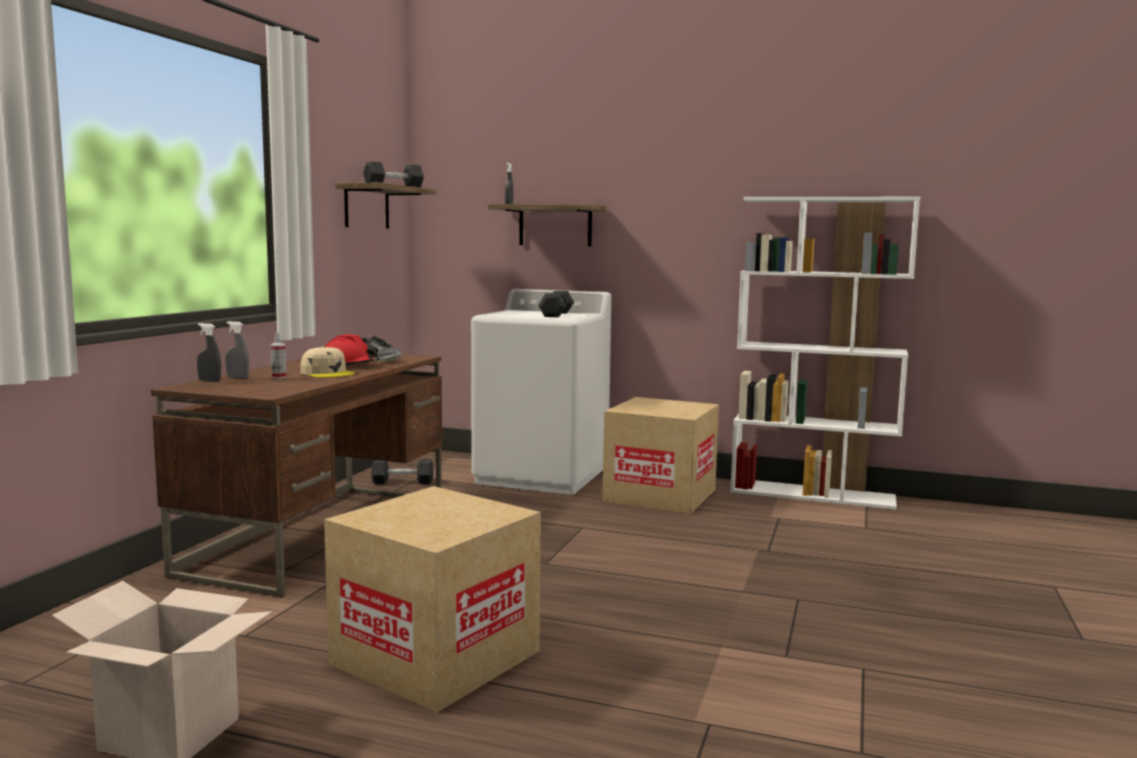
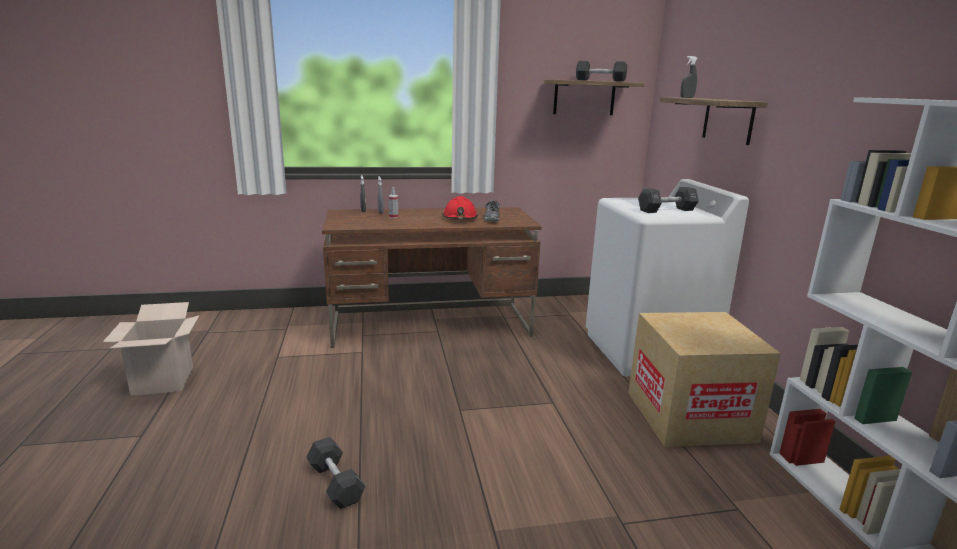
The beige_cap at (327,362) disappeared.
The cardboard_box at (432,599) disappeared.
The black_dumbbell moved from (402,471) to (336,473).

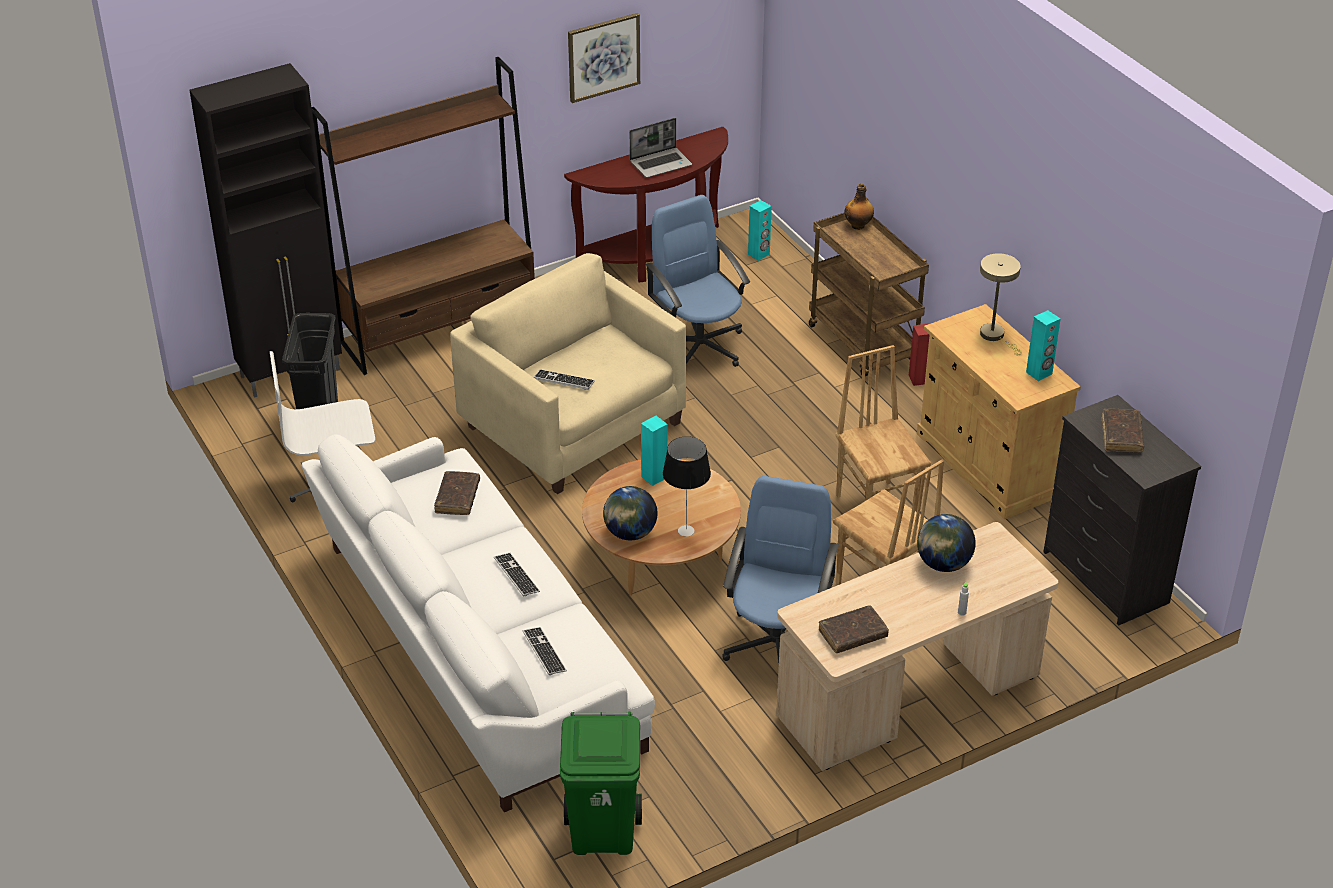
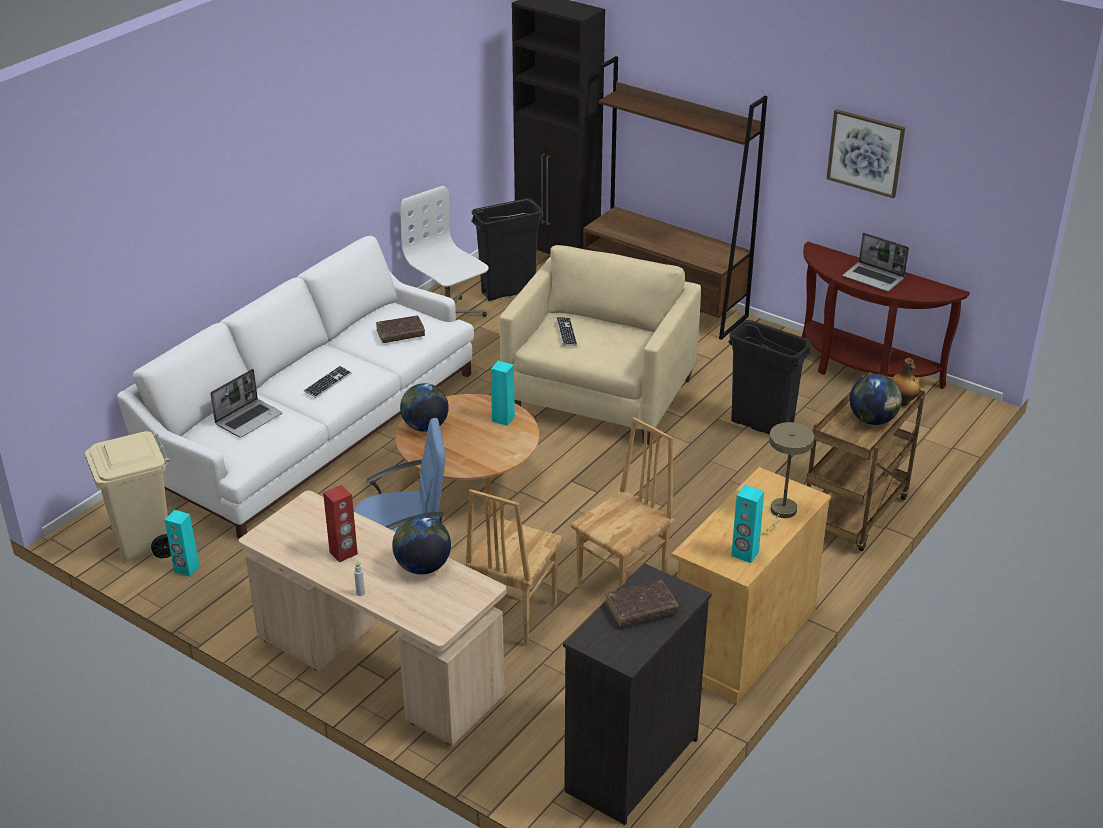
The table_lamp at (687,486) disappeared.
The brown_book at (854,629) disappeared.
The globe at (876,399) appeared.
The turquoise_speaker moved from (760,230) to (182,543).
The red_speaker moved from (919,354) to (340,523).
The keyboard at (545,651) was replaced by the laptop at (246,403).
The blue_office_chair at (698,281) was replaced by the black_trash_can at (769,377).
The green_trash_can at (601,783) became the beige_trash_can at (128,496).

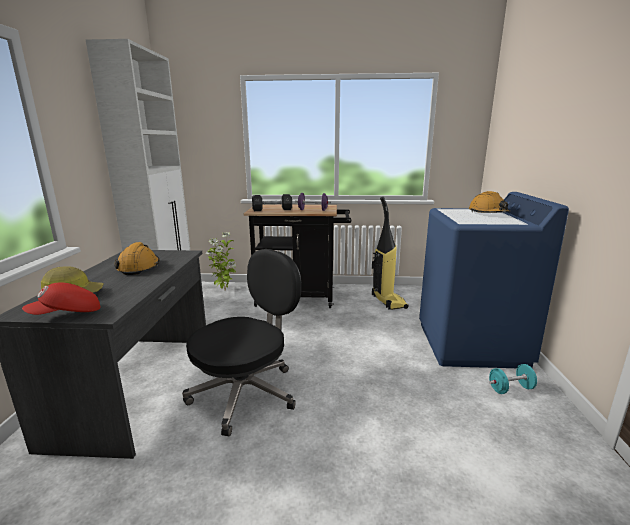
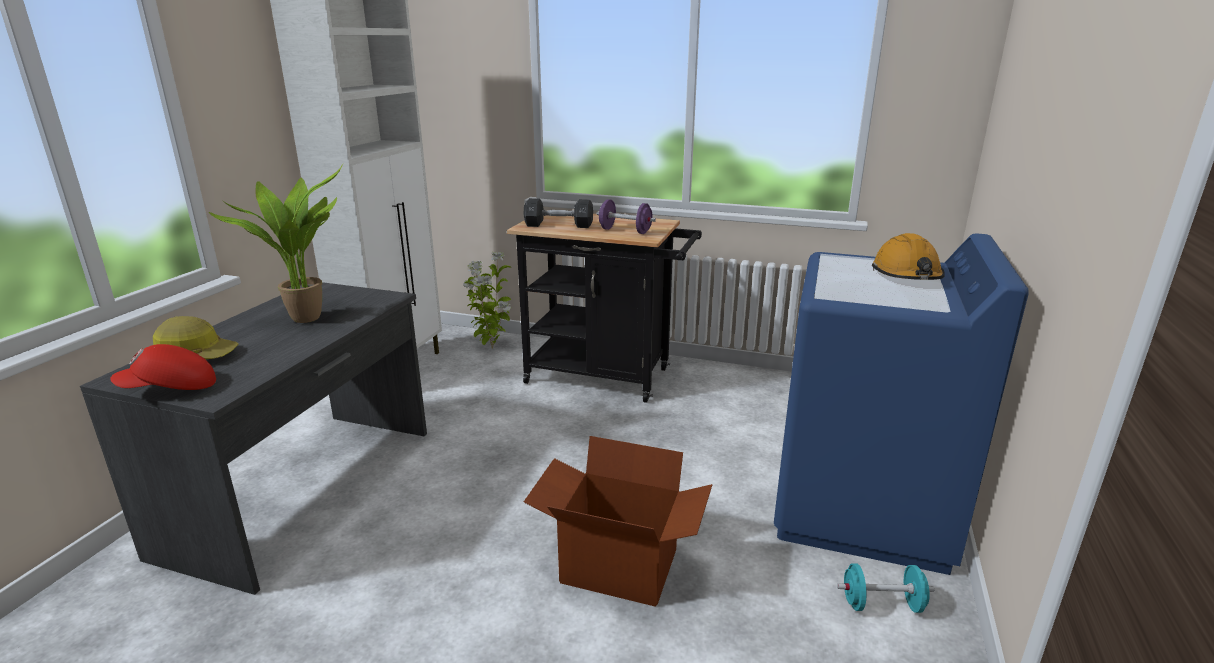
The black_office_chair at (241,342) disappeared.
The vacuum_cleaner at (390,253) disappeared.
The cardboard_box at (618,521) appeared.
The orange_hard_hat at (137,258) was replaced by the potted_plant at (276,243).

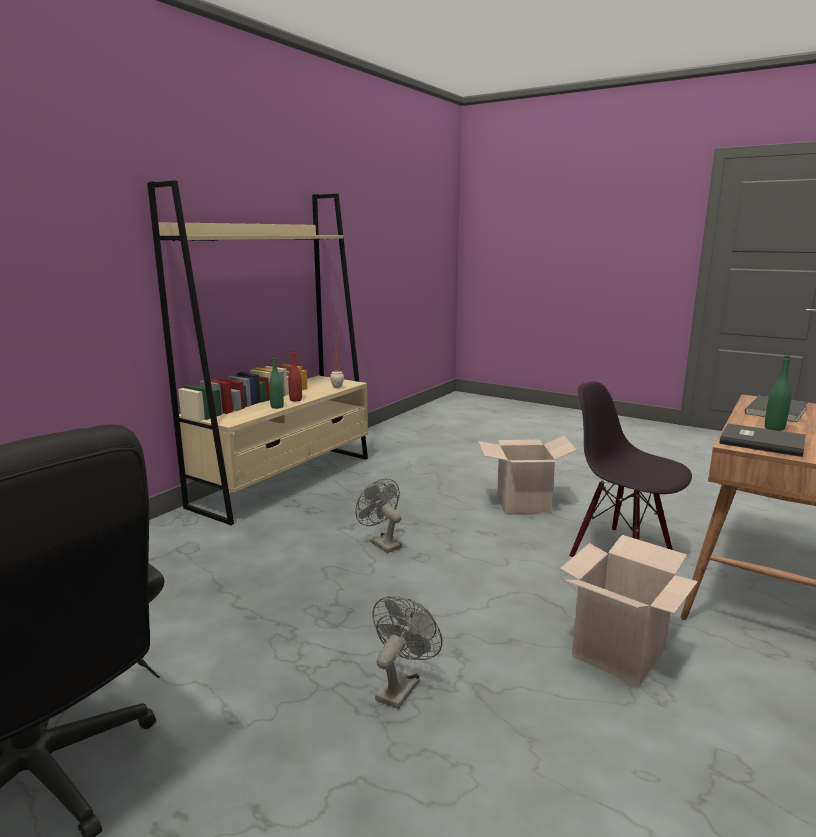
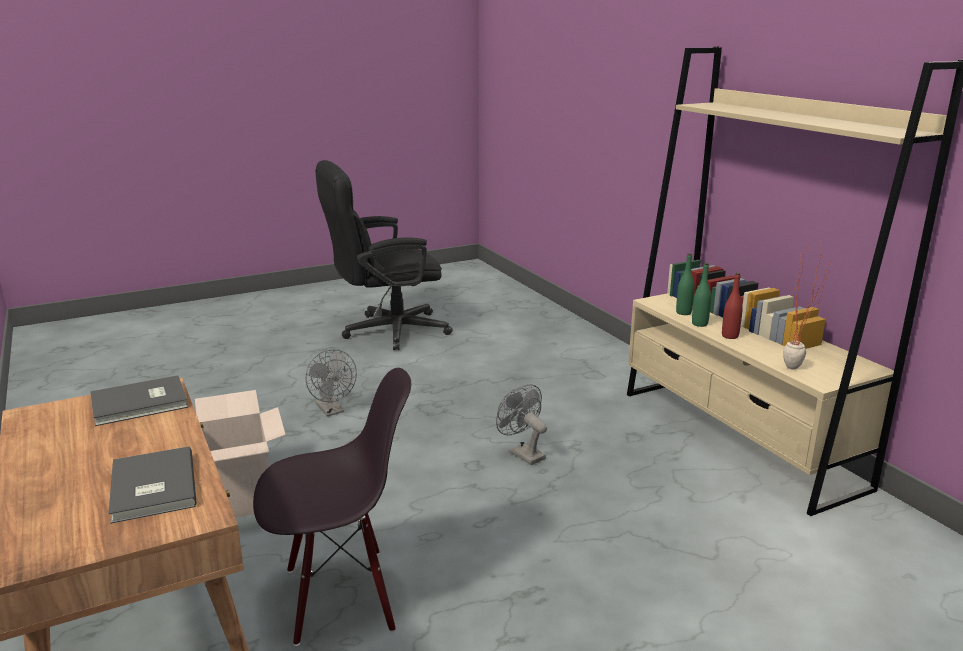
The cardboard_box at (527,475) disappeared.
The green_bottle moved from (778,393) to (685,284).
The grey_fan at (378,515) turned 120 degrees counterclockwise.

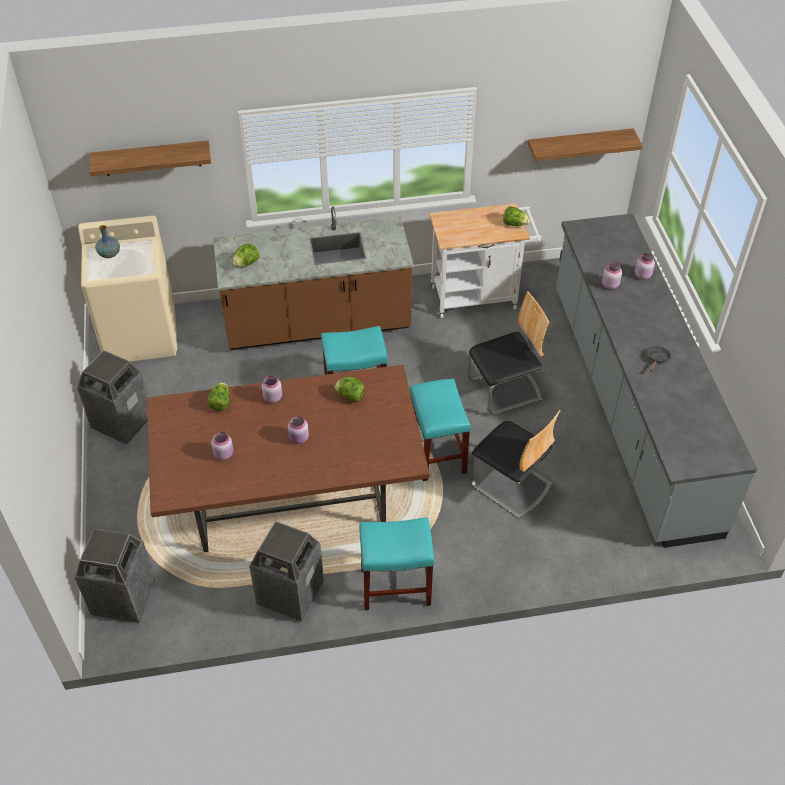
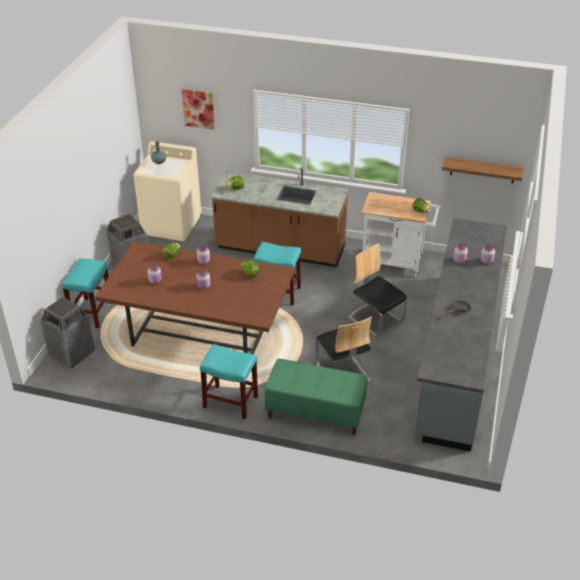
The trash_can at (286,571) disappeared.
The green_bench at (316,397) appeared.
The turquoise_stool moved from (440,430) to (86,293).
The shelf at (150,158) was replaced by the picture at (198,109).
The chair at (508,353) turned 135 degrees counterclockwise.

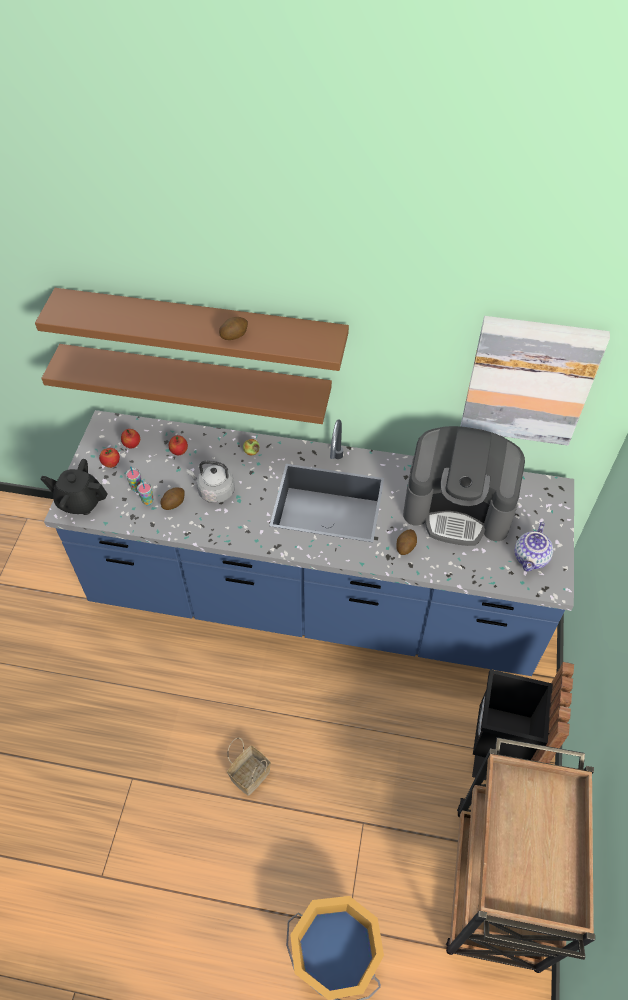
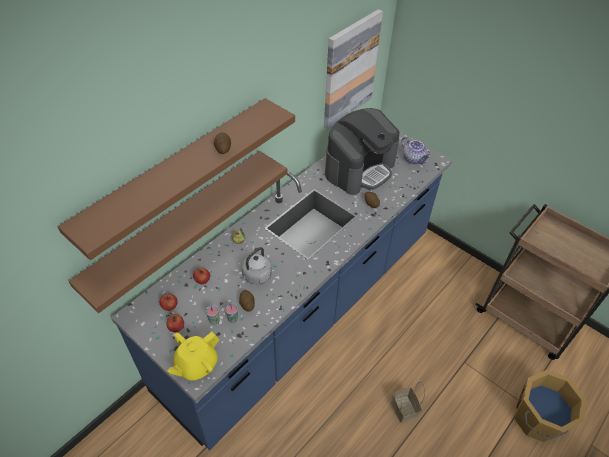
The black_trash_can at (523,721) disappeared.
The black_teapot at (74,487) became the yellow_teapot at (193,356).

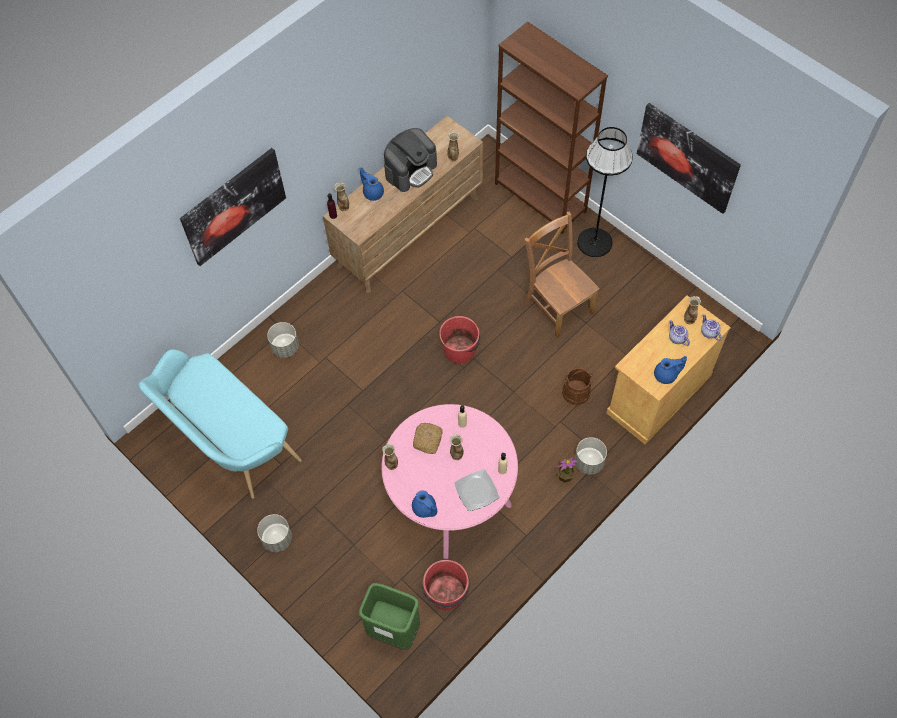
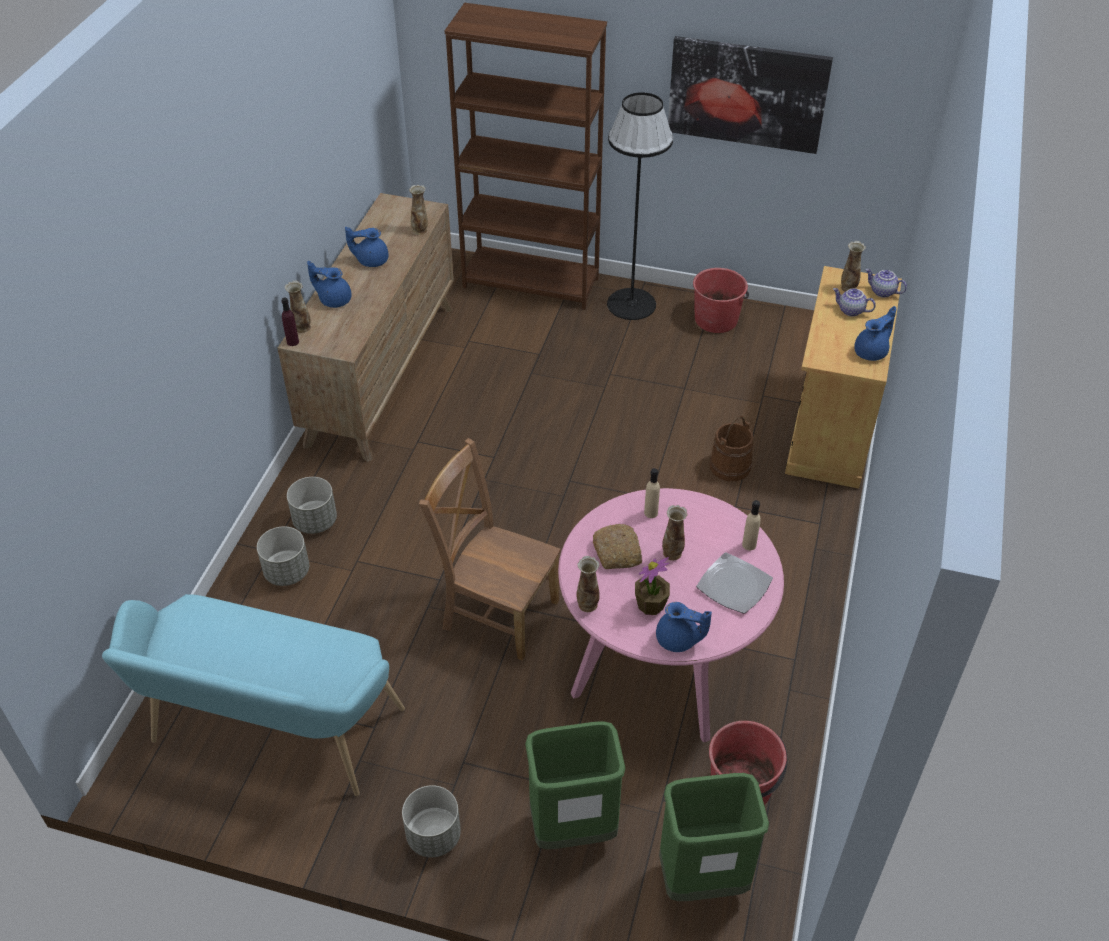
The picture at (233,207) disappeared.
The green_trash_can at (575,785) appeared.
The red_bucket moved from (459,339) to (721,300).
The brown_chair moved from (562,274) to (490,549).
The potted_plant moved from (567,470) to (652,586).
The grey_planter moved from (591,456) to (312,505).
The coffee_machine at (410,160) was replaced by the blue_teapot at (367,247).

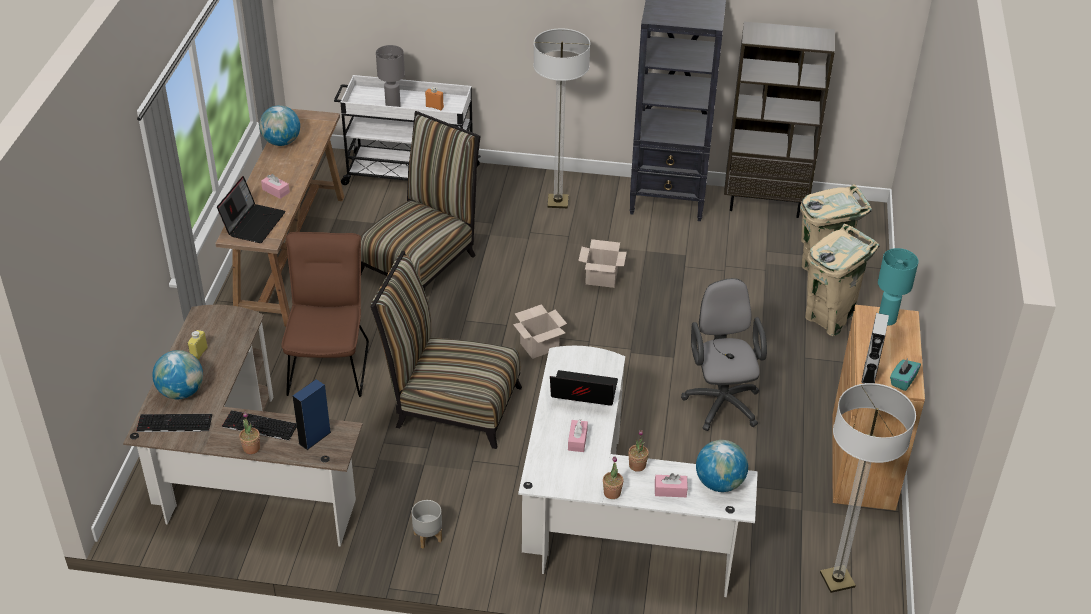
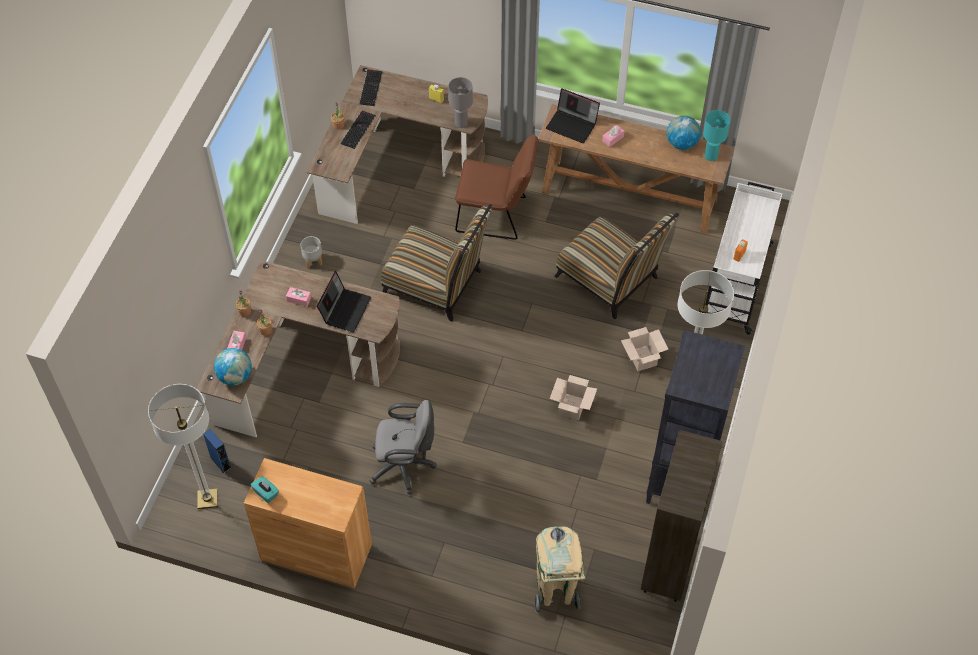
The globe at (177,374) disappeared.
The beige_trash_can at (842,280) disappeared.
The grey_speaker at (875,348) disappeared.
The blue_speaker moved from (312,414) to (217,451).
The grey_table_lamp moved from (390,76) to (460,102).
The cardboard_box moved from (540,331) to (645,349).
The turquoise_table_lamp moved from (898,286) to (716,135).
The white_desk at (638,471) became the brown_desk at (298,348).
The chair at (446,350) turned 90 degrees clockwise.

